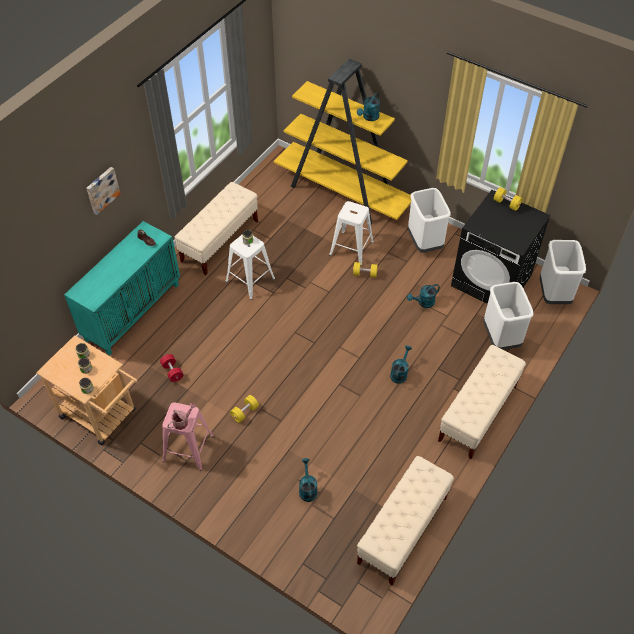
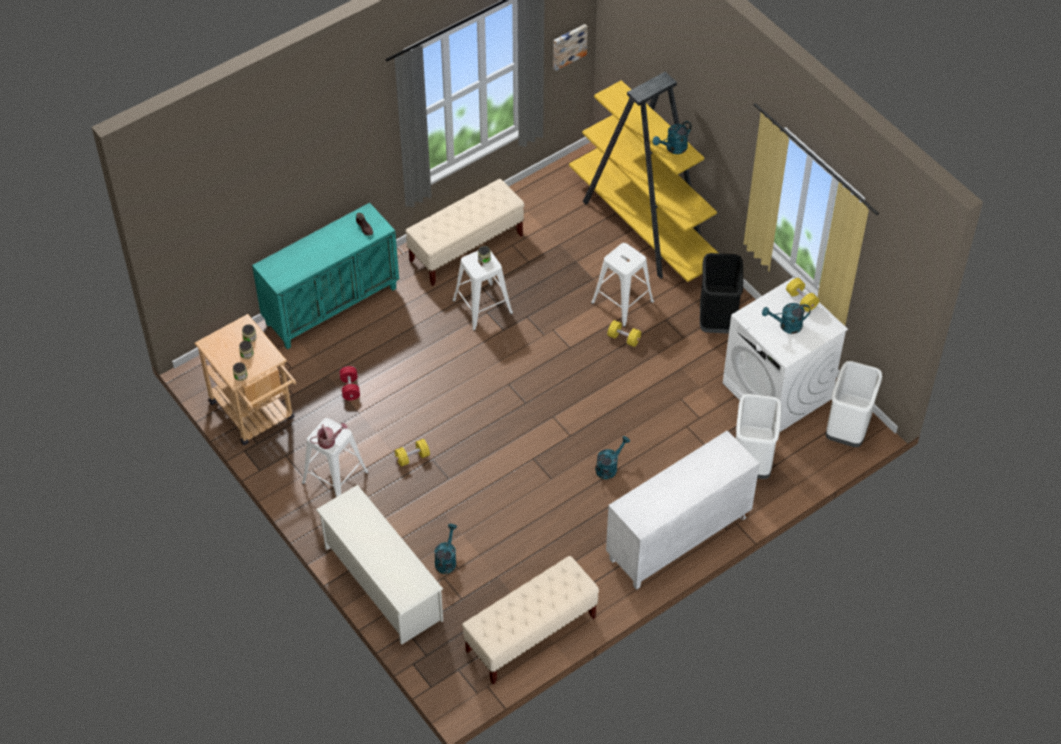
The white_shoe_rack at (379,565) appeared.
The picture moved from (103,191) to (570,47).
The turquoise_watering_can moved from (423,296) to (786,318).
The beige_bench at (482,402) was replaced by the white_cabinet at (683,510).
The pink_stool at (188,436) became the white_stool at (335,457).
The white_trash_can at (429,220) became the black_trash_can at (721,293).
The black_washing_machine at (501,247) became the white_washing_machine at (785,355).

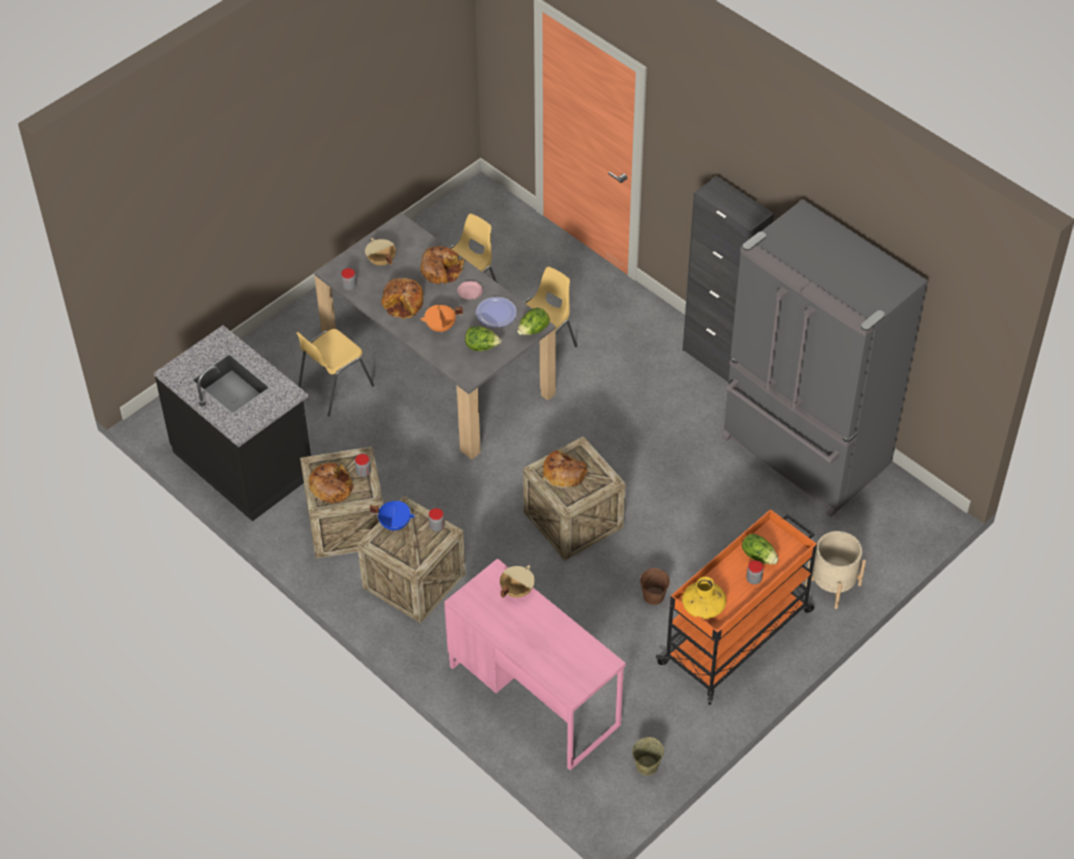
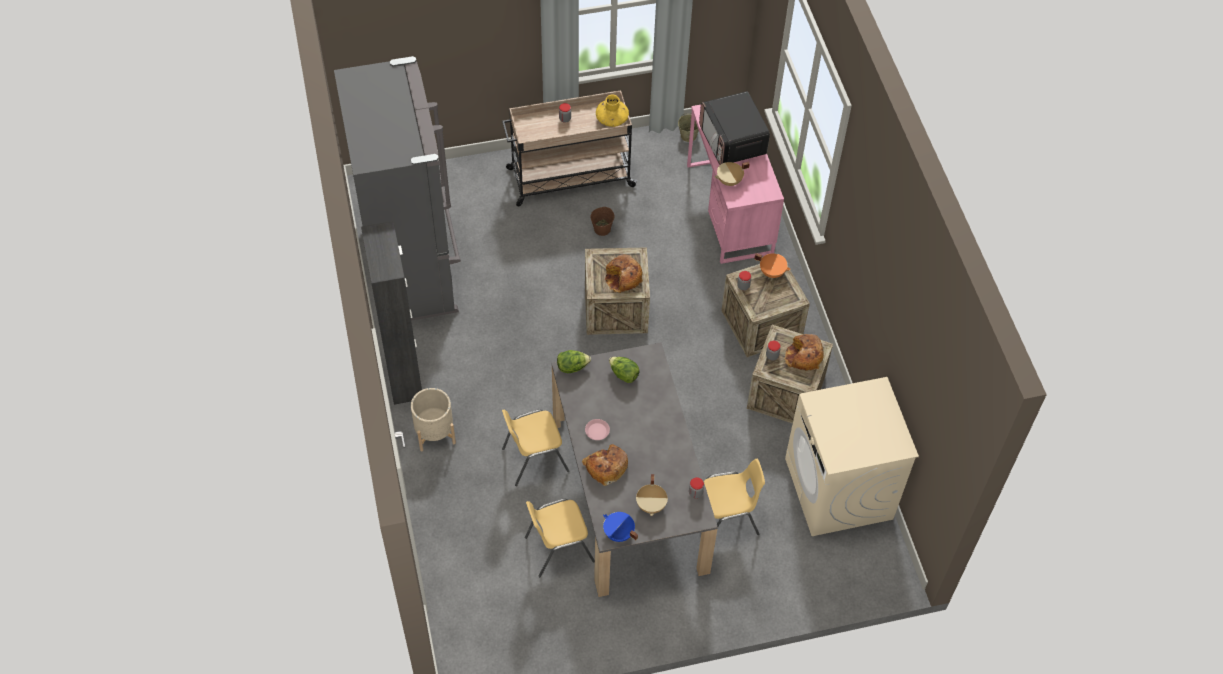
The bread at (402,298) disappeared.
The plate at (496,312) disappeared.
The lettuce at (760,549) disappeared.
The microwave at (734,128) appeared.
The blue_cooking_pot moved from (392,515) to (620,527).
The orange_cooking_pot moved from (441,318) to (772,265).
The beige_planter moved from (835,570) to (433,419).
The black_counter at (232,423) was replaced by the beige_washing_machine at (852,456).
The orange_cart at (736,607) became the beige_cart at (569,148).

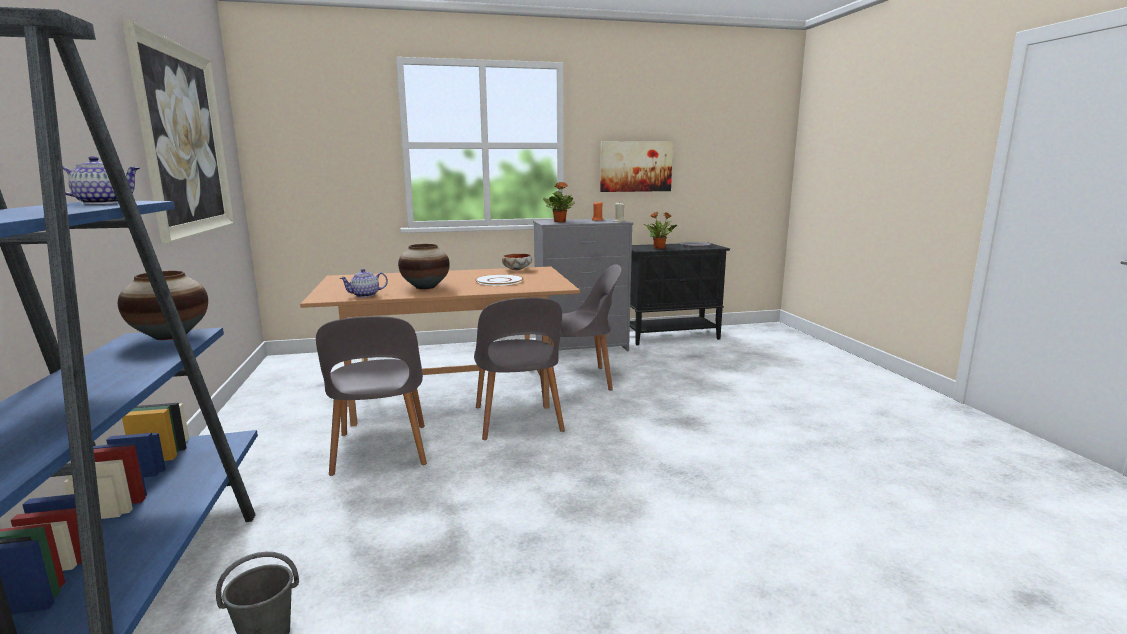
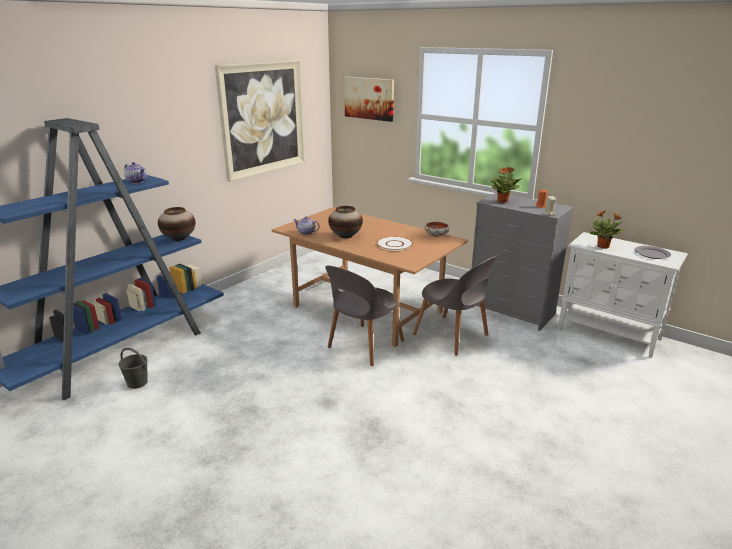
The grey_chair at (371,396) disappeared.
The picture moved from (636,166) to (369,99).
The black_cabinet at (680,294) became the white_cabinet at (623,295).

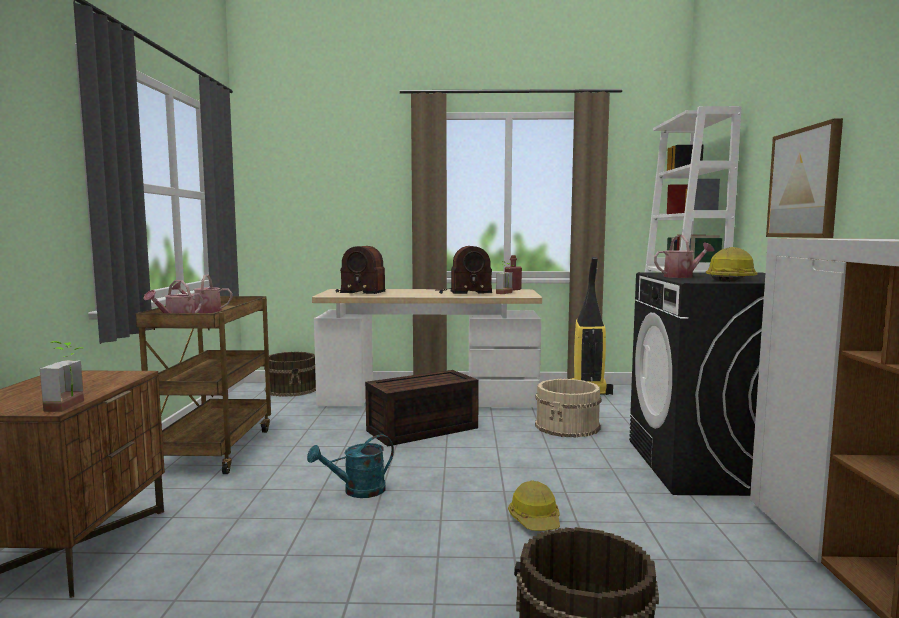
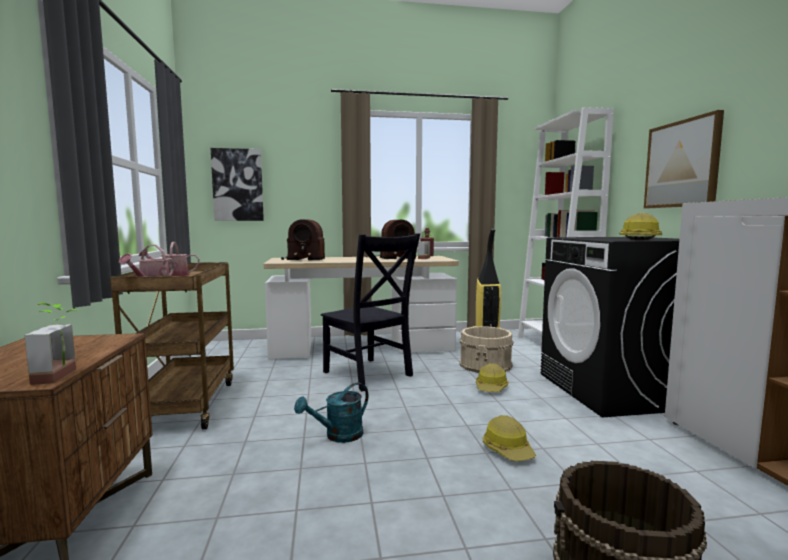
The brown_bucket at (290,374) disappeared.
The watering_can at (684,256) disappeared.
The picture at (237,184) appeared.
The hard_hat at (492,377) appeared.
The brown_storage_box at (422,408) was replaced by the black_chair at (370,312).

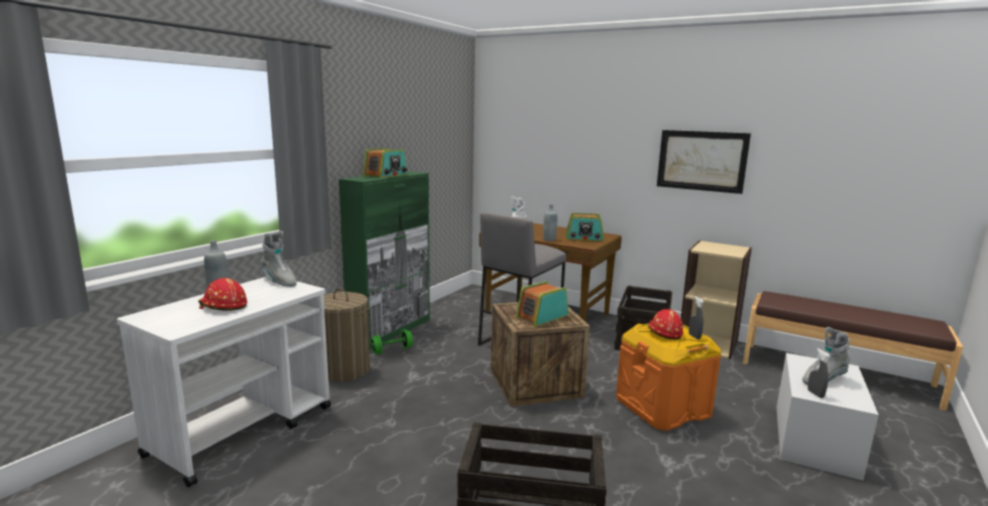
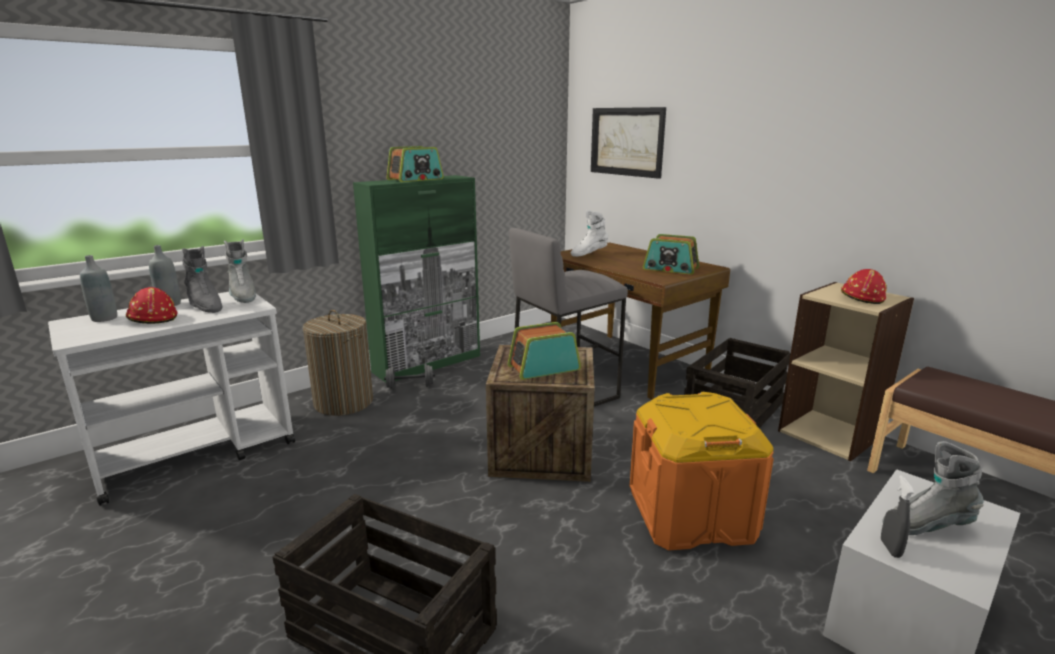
The grey_spray_bottle at (696,317) disappeared.
The grey_boot at (202,279) appeared.
The grey_bottle moved from (550,222) to (98,288).
The red_hard_hat moved from (665,324) to (864,286).
The picture moved from (704,162) to (628,143).
The green_dumbbell at (391,342) became the grey_dumbbell at (409,377).

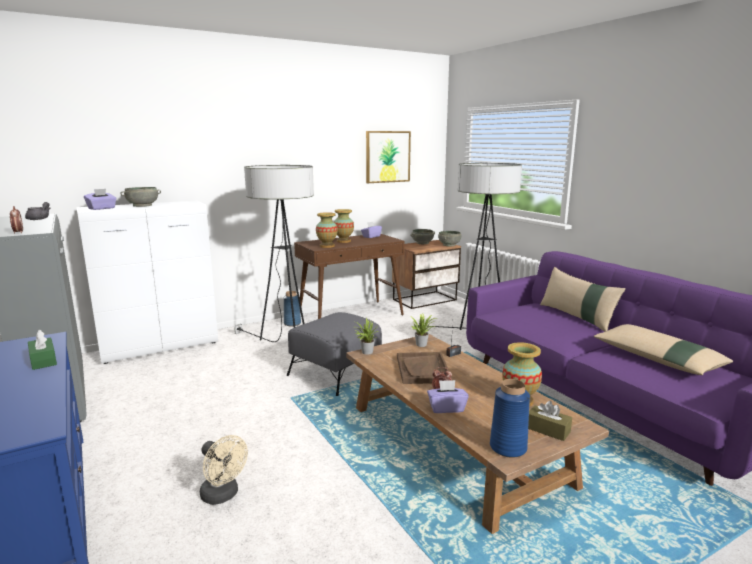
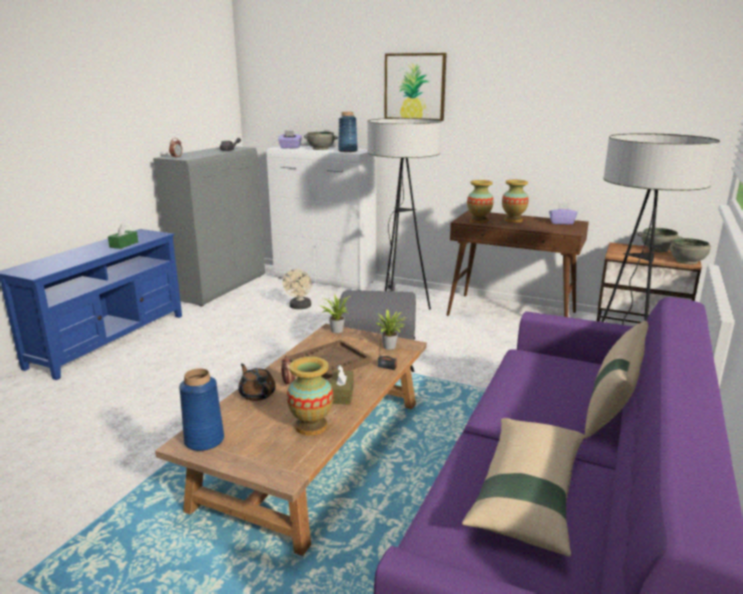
The beige_fan moved from (224,470) to (297,289).
The blue_vase moved from (292,308) to (348,132).
The picture moved from (388,157) to (415,87).
The brown_tissue_box moved from (550,421) to (342,384).
The purple_tissue_box at (448,396) was replaced by the brown_teapot at (257,382).

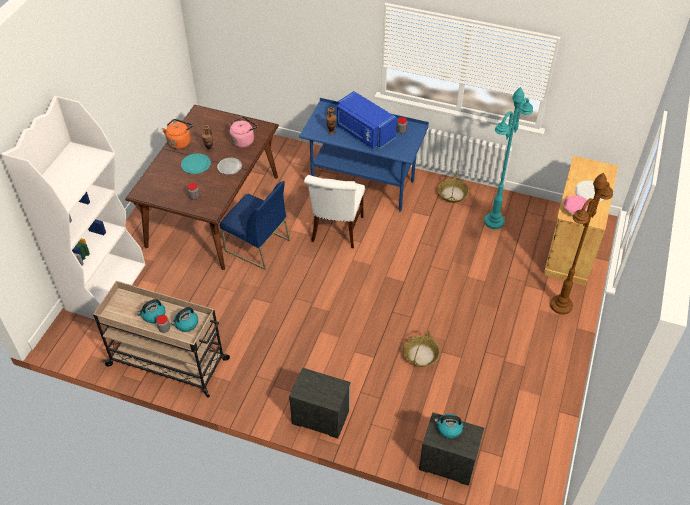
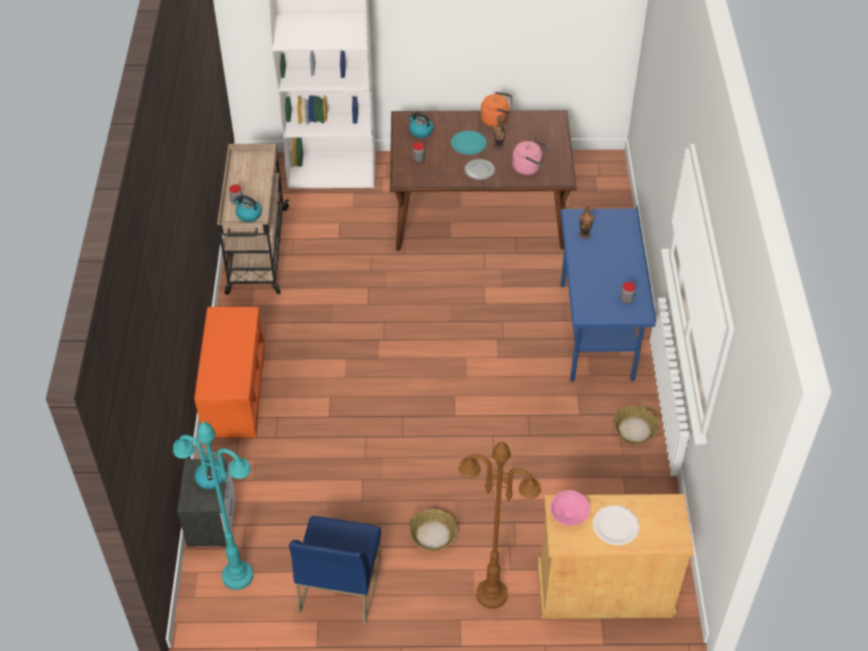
The white_chair at (334,211) disappeared.
The blue_microwave at (367,120) disappeared.
The kettle moved from (151,311) to (421,125).
The blue_chair moved from (255,225) to (335,570).
The basket moved from (421,348) to (433,530).
The turquoise_floor_lamp moved from (508,158) to (213,506).
The nightstand at (319,403) was replaced by the orange_bench at (229,372).

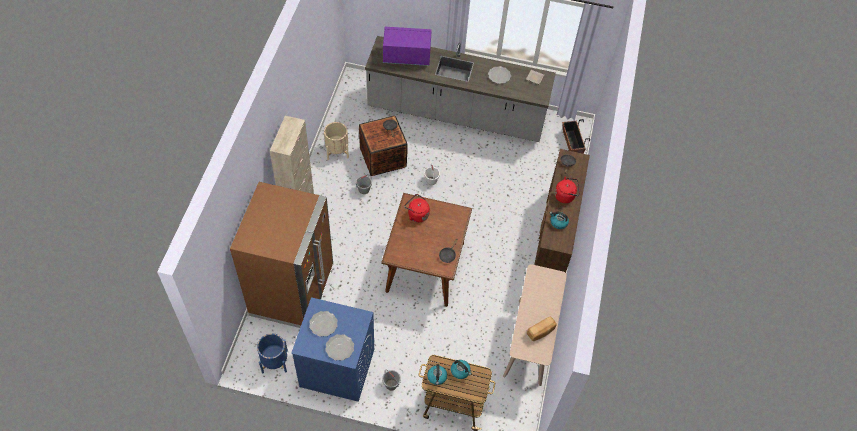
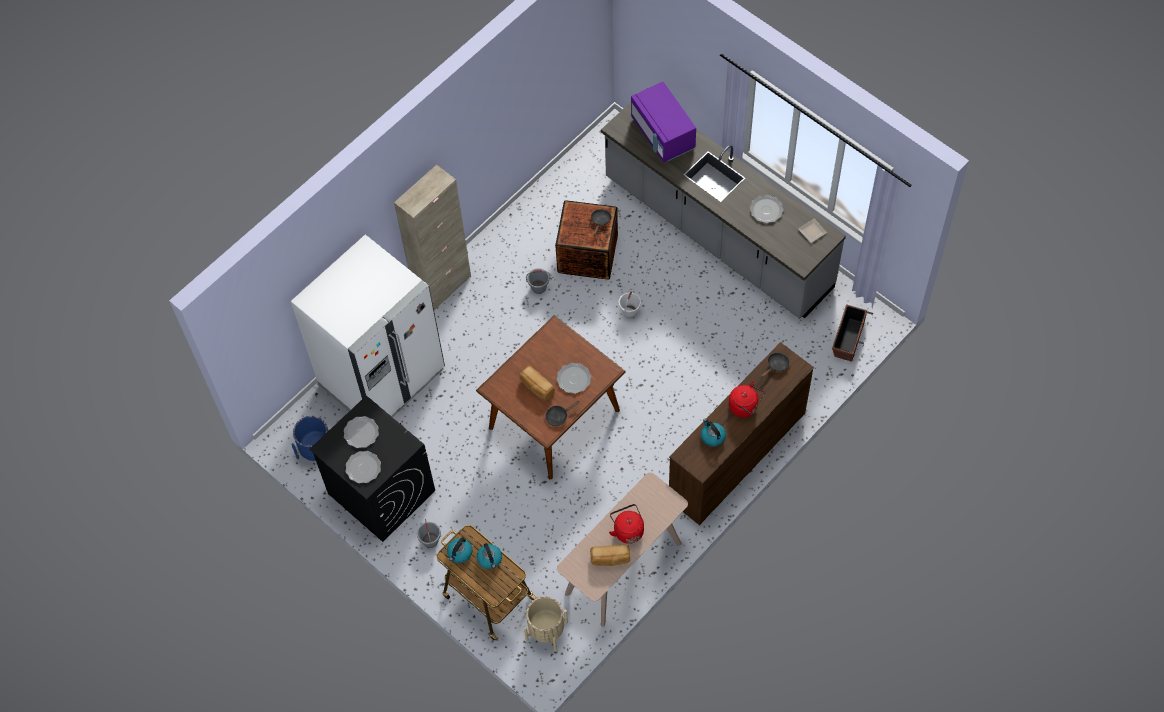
The bread at (537,382) appeared.
The plate at (573,378) appeared.
The beige_planter moved from (336,141) to (546,623).
The red_kettle moved from (417,208) to (626,524).
The brown_fridge at (281,255) became the white_fridge at (368,325).
The blue_washing_machine at (332,349) became the black_washing_machine at (372,469).
The purple_microwave at (407,46) turned 150 degrees counterclockwise.

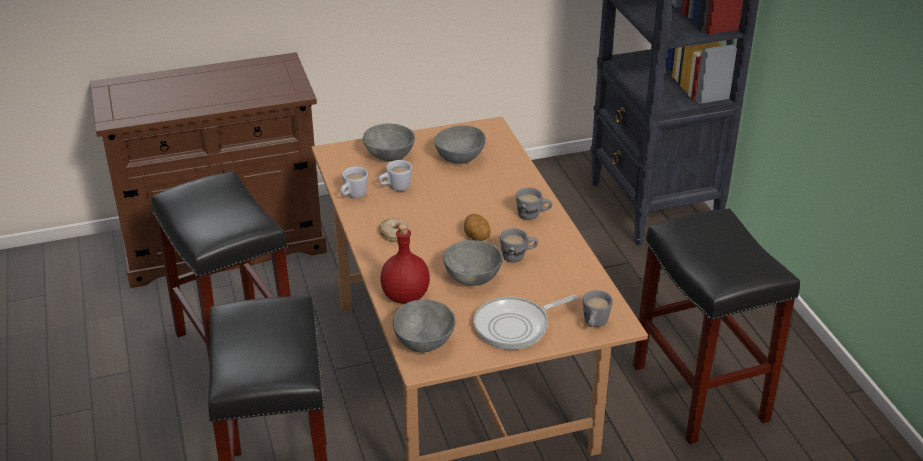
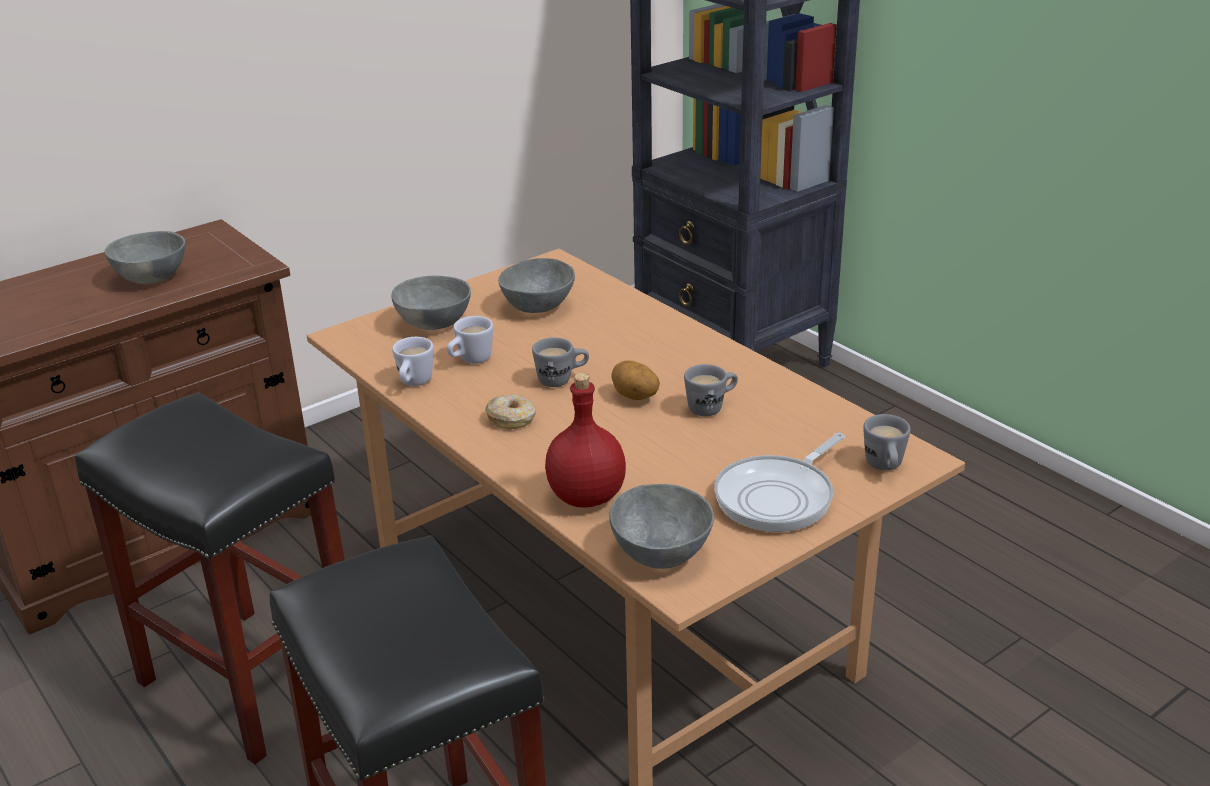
The black_stool at (716,326) disappeared.
The grey_bowl moved from (473,263) to (144,257).
The grey_mug moved from (534,204) to (560,362).

